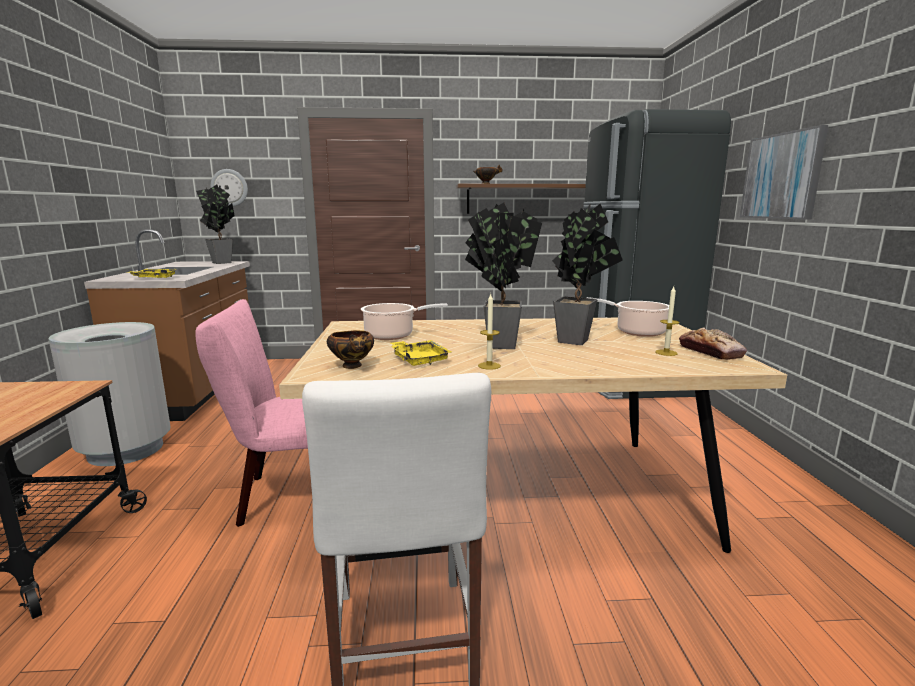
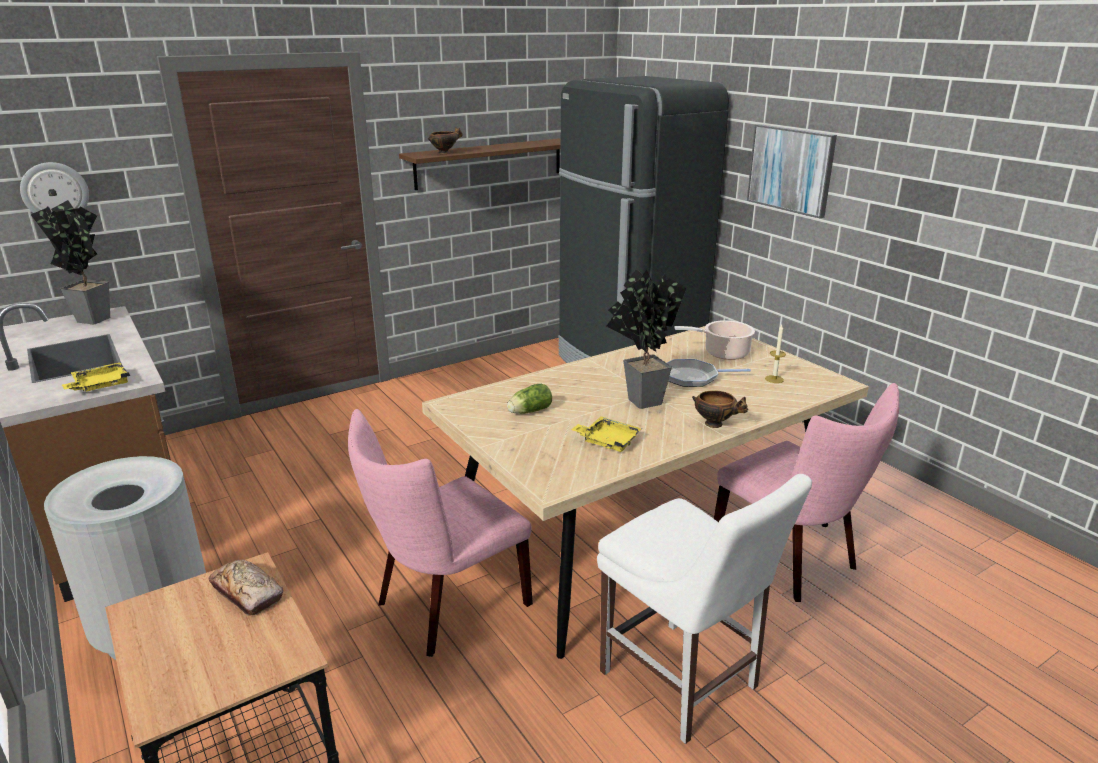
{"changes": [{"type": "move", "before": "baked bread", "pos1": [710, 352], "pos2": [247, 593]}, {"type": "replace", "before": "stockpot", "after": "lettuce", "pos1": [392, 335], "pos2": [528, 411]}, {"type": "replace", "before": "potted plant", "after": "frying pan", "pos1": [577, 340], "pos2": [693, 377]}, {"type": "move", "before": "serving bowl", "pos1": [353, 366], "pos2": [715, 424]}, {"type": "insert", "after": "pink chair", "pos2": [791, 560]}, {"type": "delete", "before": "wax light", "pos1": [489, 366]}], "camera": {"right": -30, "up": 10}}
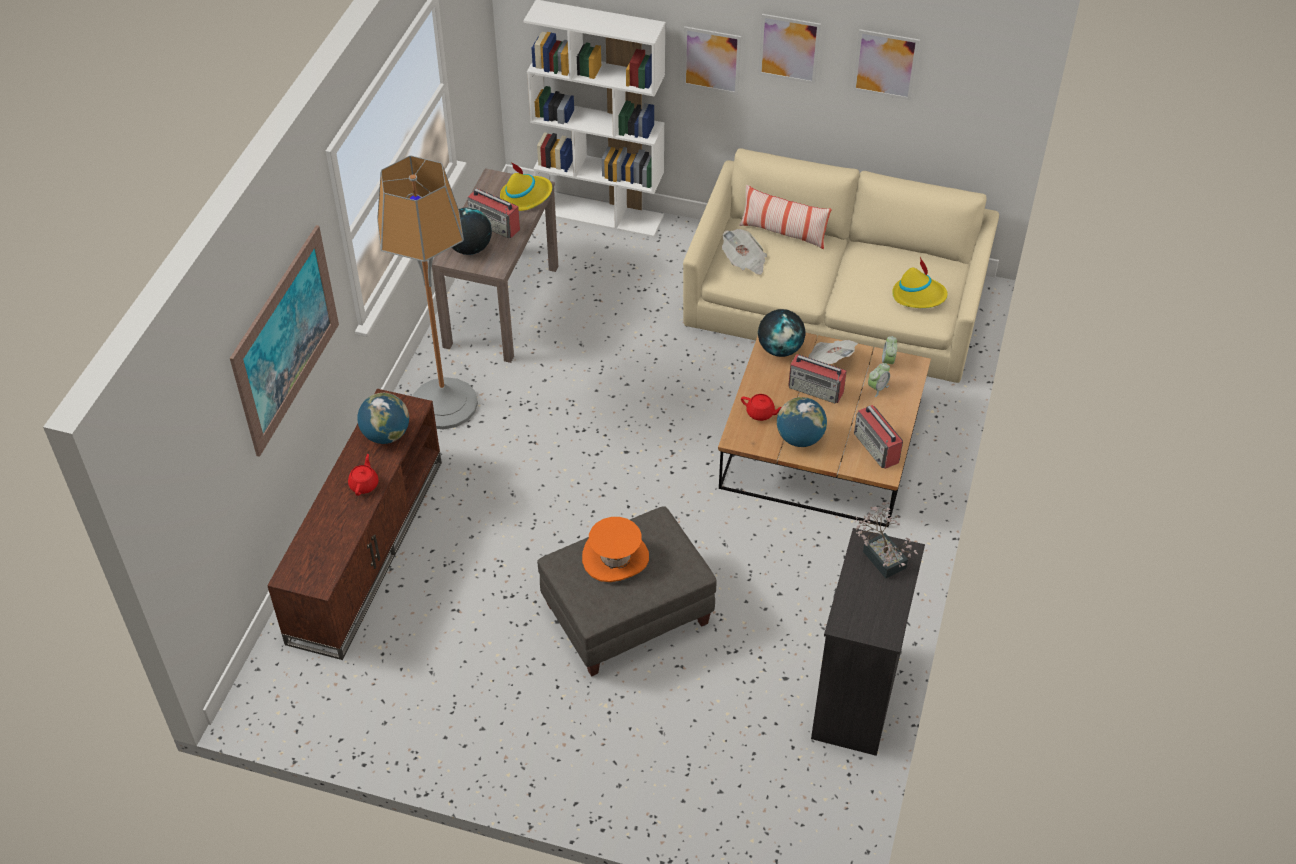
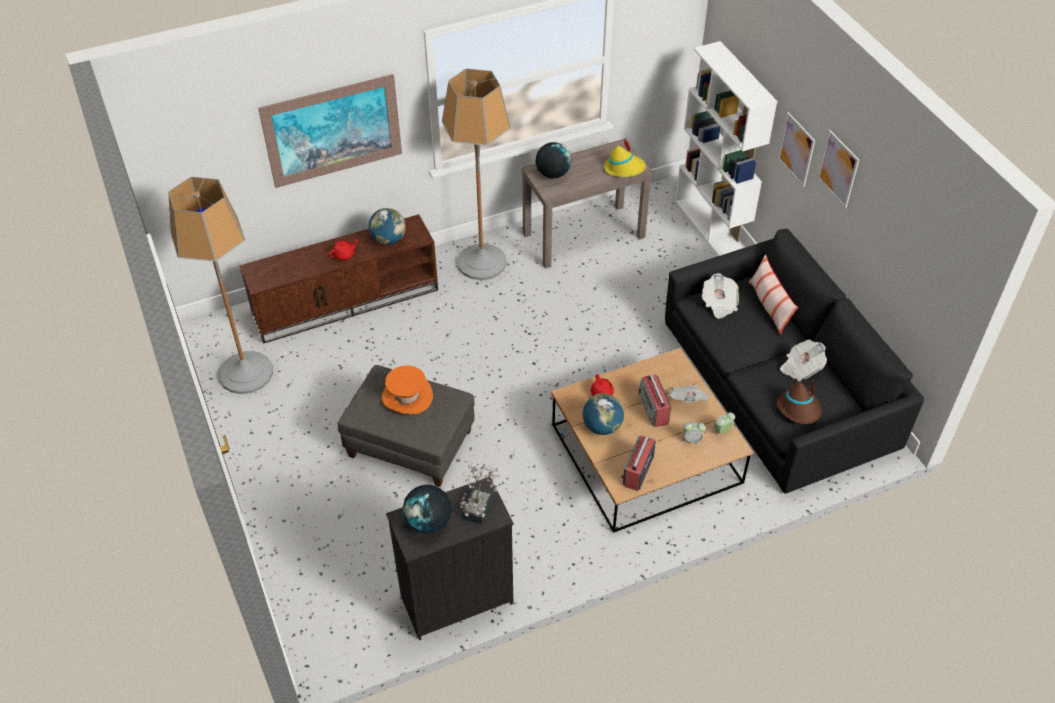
{"changes": [{"type": "insert", "after": "floor lamp", "pos2": [246, 373]}, {"type": "move", "before": "desk globe", "pos1": [780, 349], "pos2": [429, 522]}, {"type": "recolor", "before": "beige-coloured settee", "after": "blackish settee", "pos1": [836, 303], "pos2": [779, 385]}, {"type": "recolor", "before": "yellow clothing hat", "after": "brown clothing hat", "pos1": [919, 295], "pos2": [799, 409]}, {"type": "insert", "after": "newspaper", "pos2": [801, 368]}, {"type": "delete", "before": "radio set", "pos1": [495, 225]}, {"type": "delete", "before": "picture", "pos1": [885, 64]}], "camera": {"right": 50, "up": 0}}
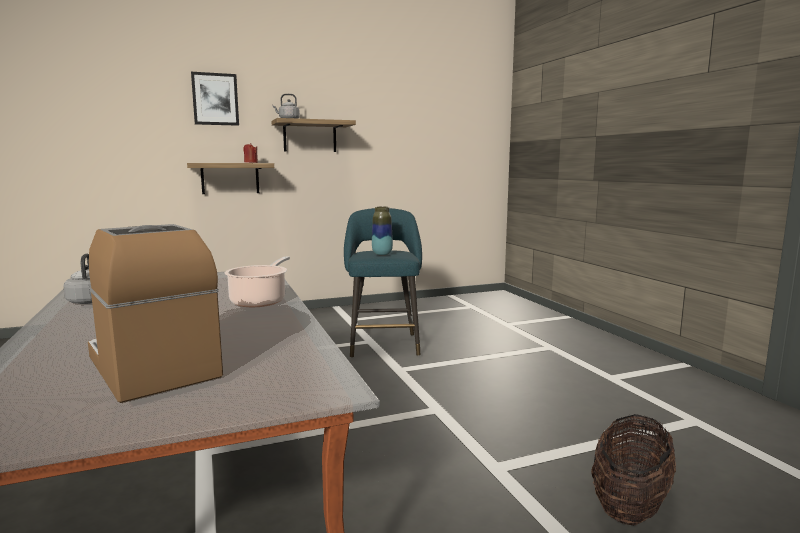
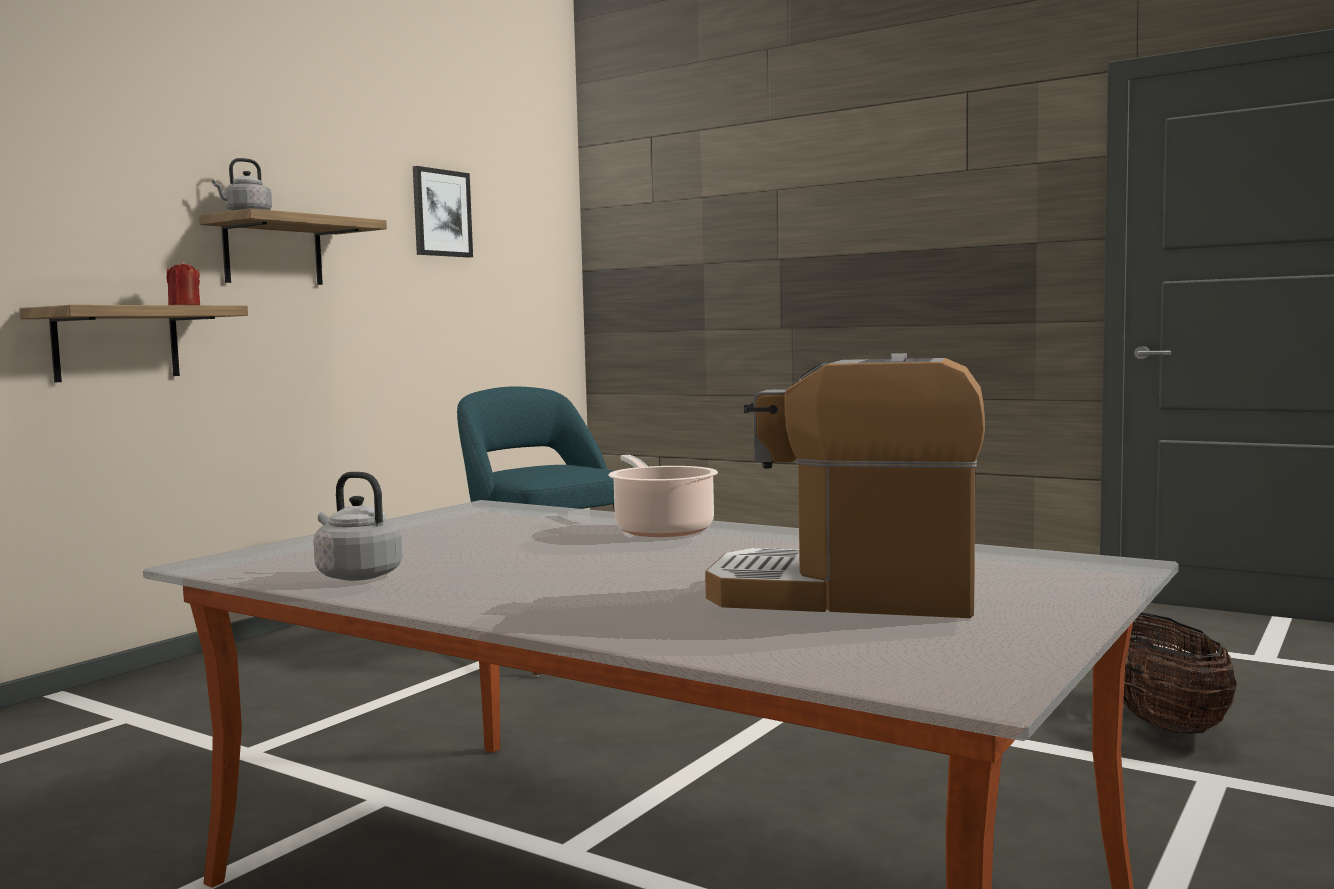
{"changes": [{"type": "move", "before": "picture", "pos1": [215, 99], "pos2": [441, 213]}, {"type": "delete", "before": "decorative vase", "pos1": [382, 254]}], "camera": {"right": -35, "up": -5}}
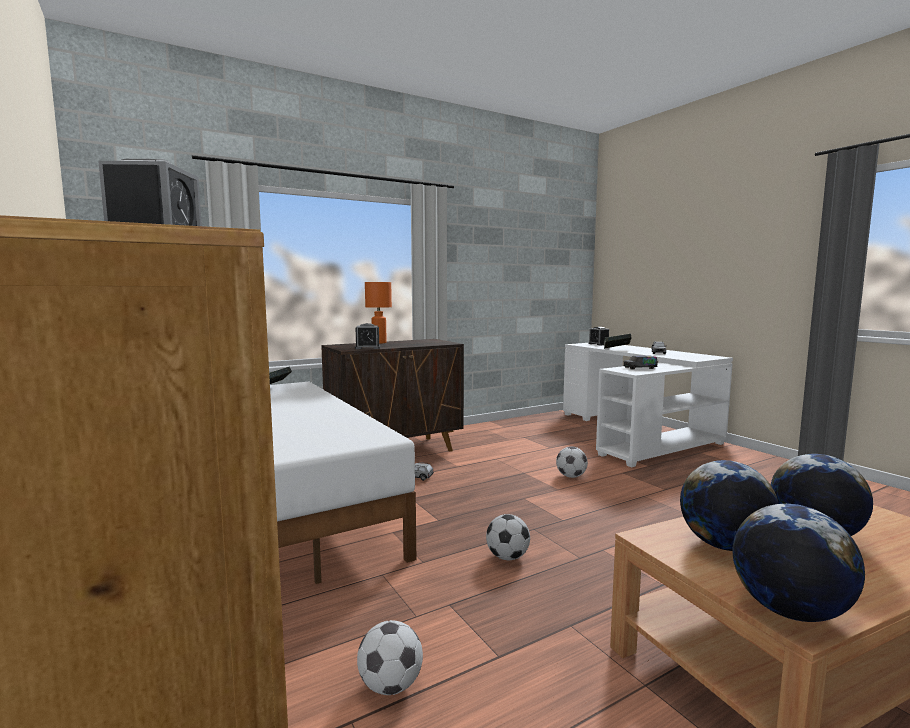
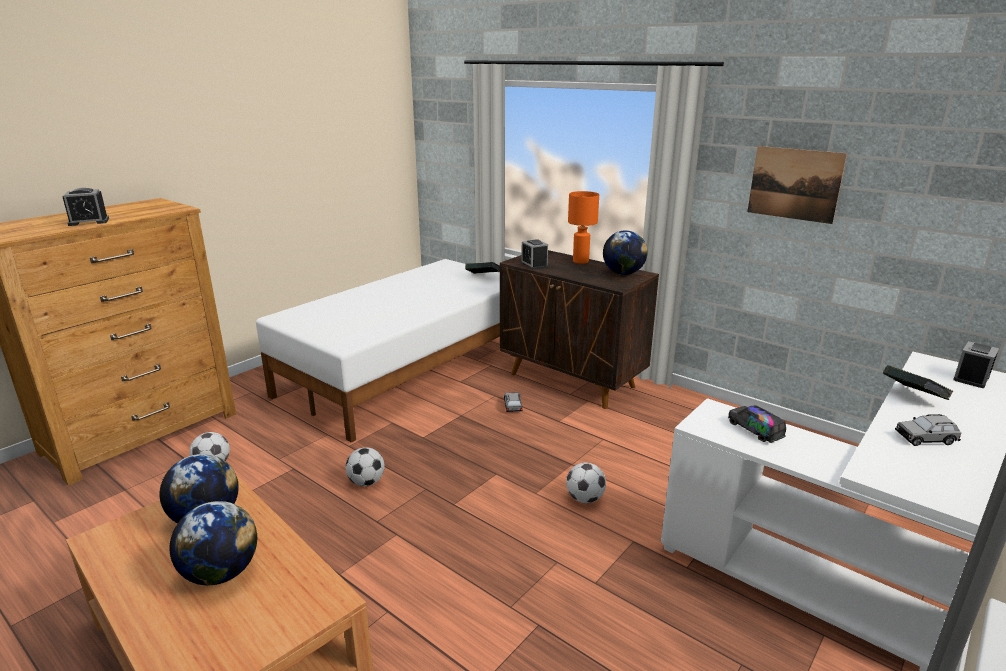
{"changes": [{"type": "move", "before": "desk globe", "pos1": [789, 611], "pos2": [623, 273]}, {"type": "insert", "after": "picture", "pos2": [794, 184]}], "camera": {"right": 70, "up": 15}}
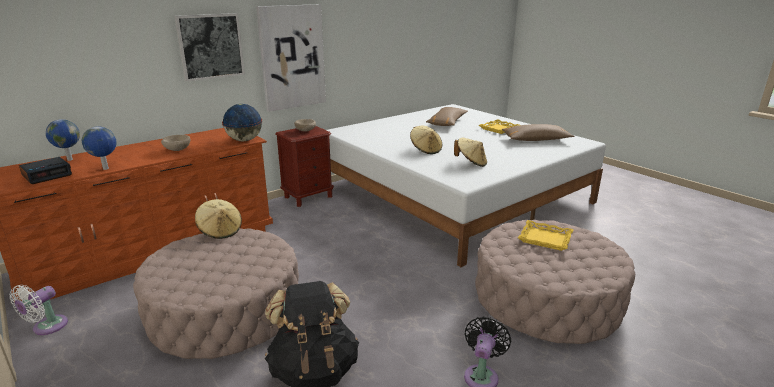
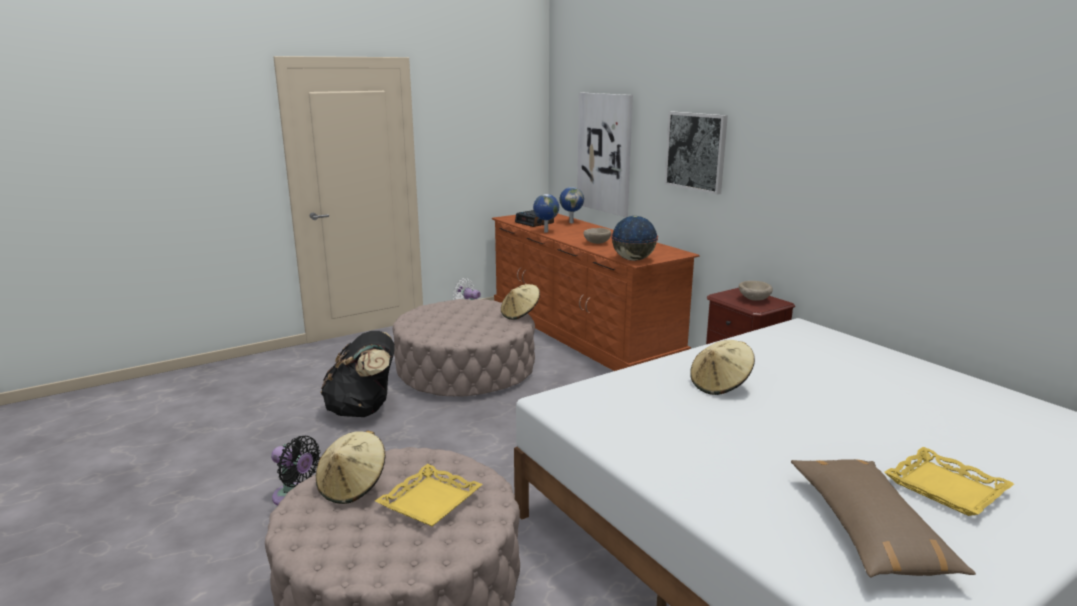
{"changes": [{"type": "move", "before": "beige-coloured clothing hat", "pos1": [471, 163], "pos2": [353, 486]}, {"type": "move", "before": "picture", "pos1": [292, 57], "pos2": [605, 153]}, {"type": "delete", "before": "brown pillow", "pos1": [447, 122]}], "camera": {"right": 95, "up": -5}}
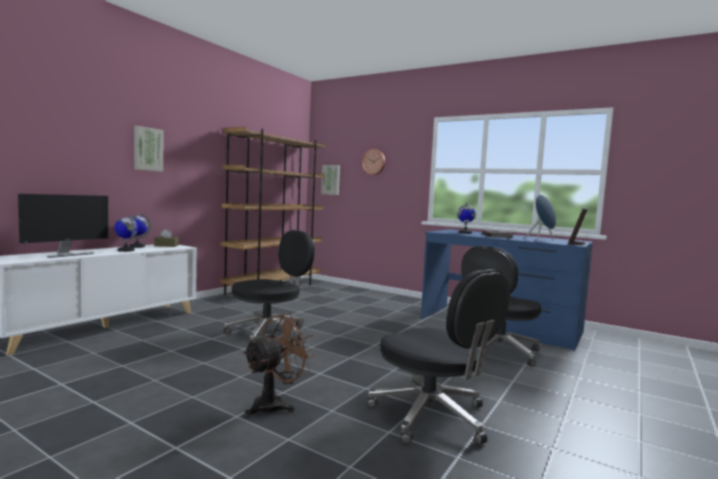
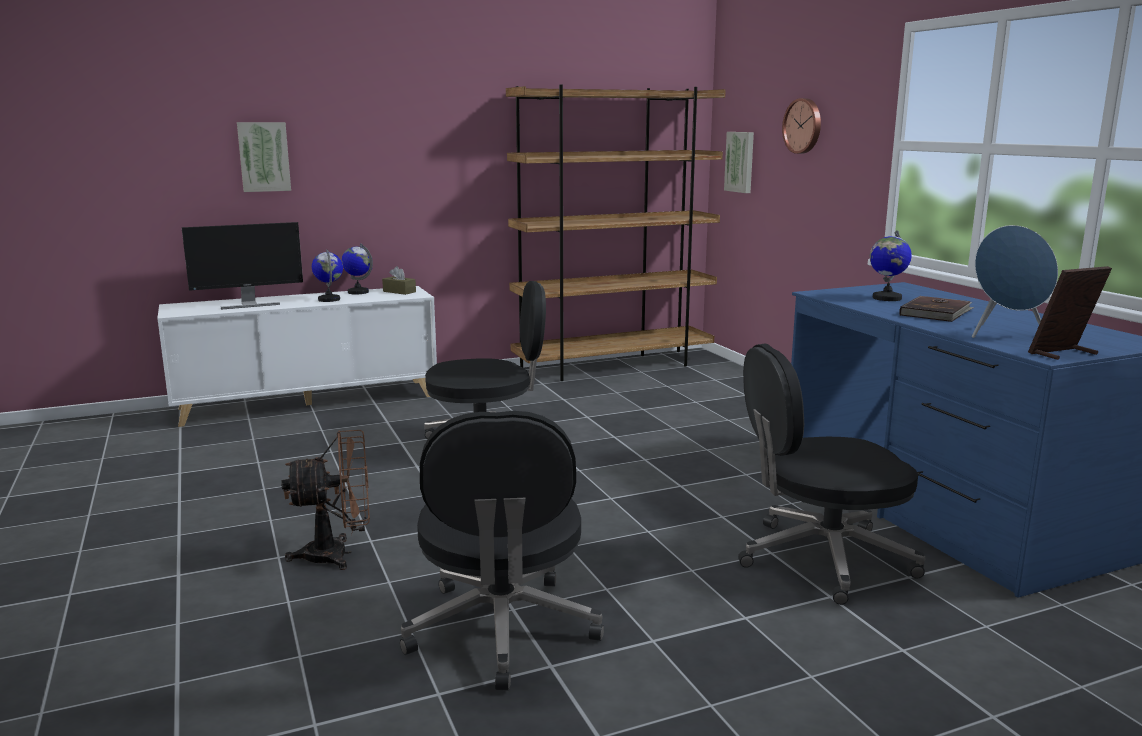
{"changes": [{"type": "move", "before": "picture", "pos1": [147, 149], "pos2": [264, 156]}], "camera": {"right": 35, "up": 10}}
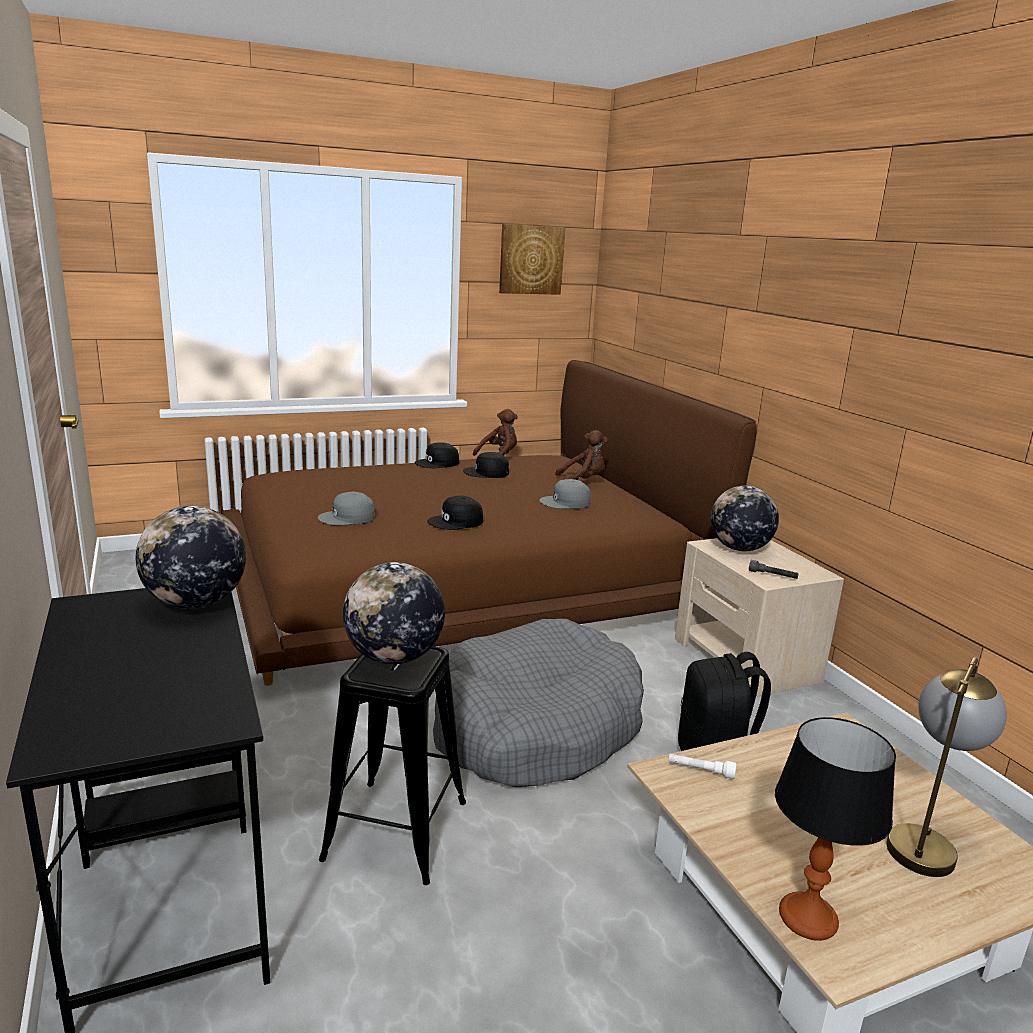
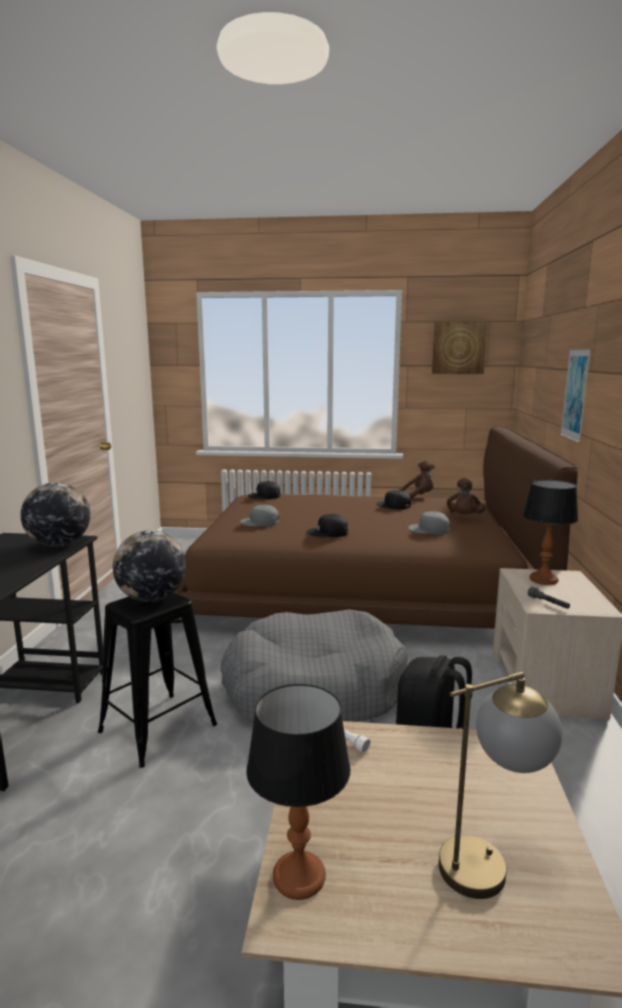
{"changes": [{"type": "move", "before": "blackish peaked cap", "pos1": [437, 463], "pos2": [264, 496]}, {"type": "rotate", "before": "brown cuddly toy", "pos1": [583, 481], "pos2": [464, 518], "turn": 90}, {"type": "replace", "before": "desk globe", "after": "table lamp", "pos1": [739, 549], "pos2": [543, 579]}, {"type": "insert", "after": "picture", "pos2": [575, 394]}], "camera": {"right": 30, "up": -5}}
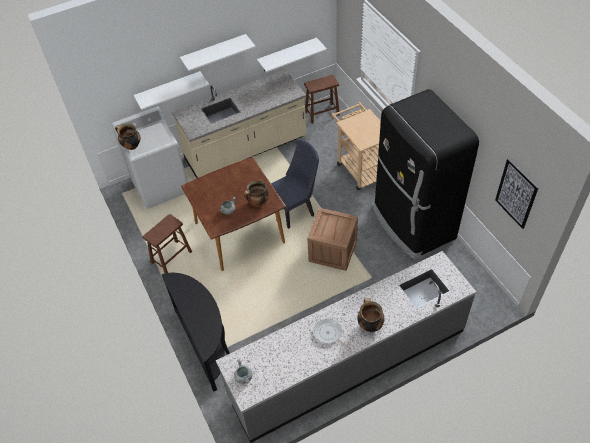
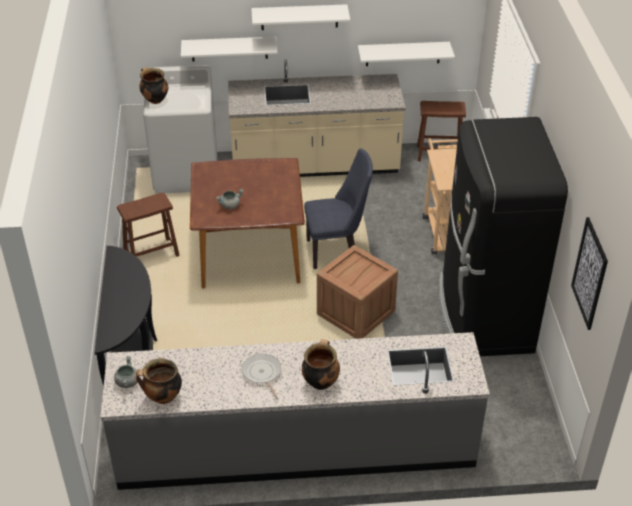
{"changes": [{"type": "move", "before": "stockpot", "pos1": [258, 203], "pos2": [162, 397]}], "camera": {"right": 20, "up": -10}}
